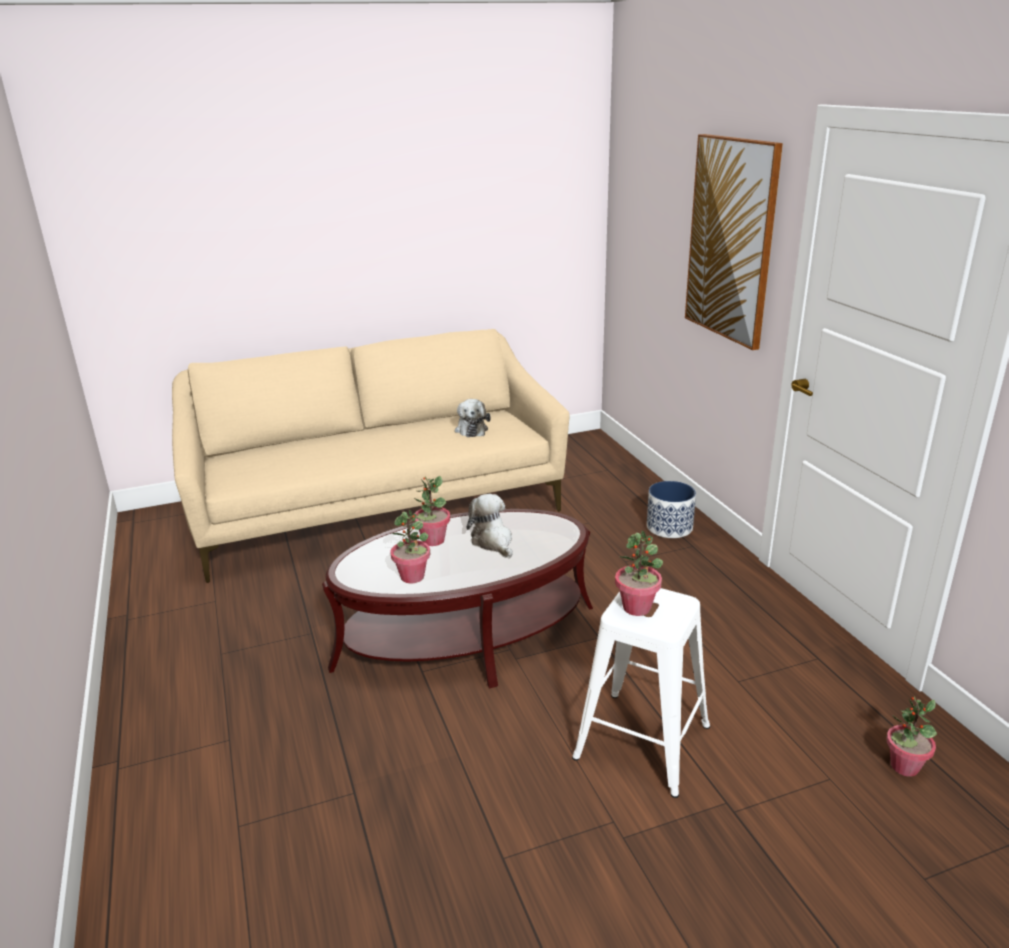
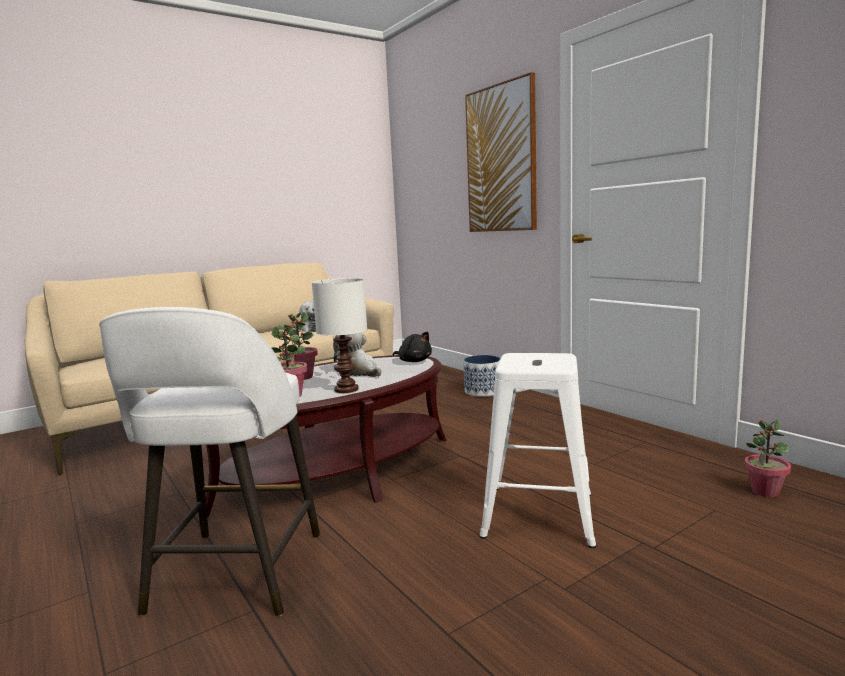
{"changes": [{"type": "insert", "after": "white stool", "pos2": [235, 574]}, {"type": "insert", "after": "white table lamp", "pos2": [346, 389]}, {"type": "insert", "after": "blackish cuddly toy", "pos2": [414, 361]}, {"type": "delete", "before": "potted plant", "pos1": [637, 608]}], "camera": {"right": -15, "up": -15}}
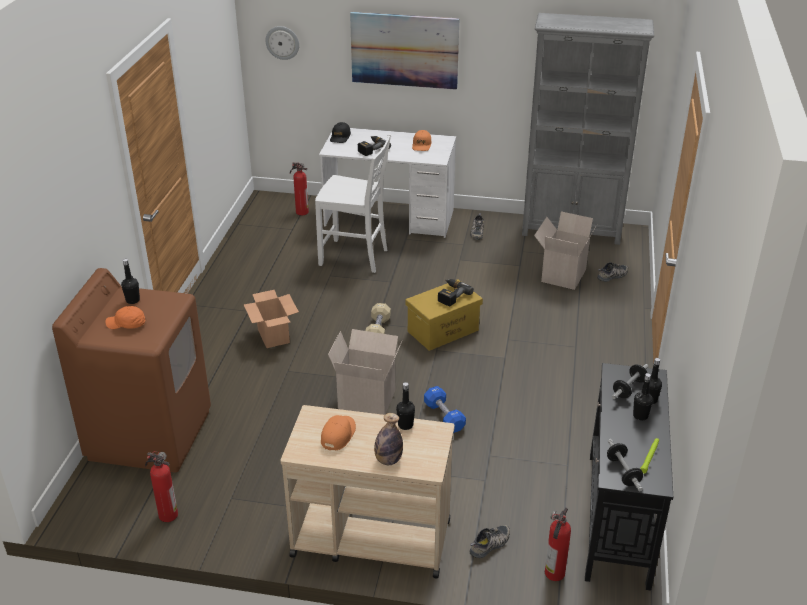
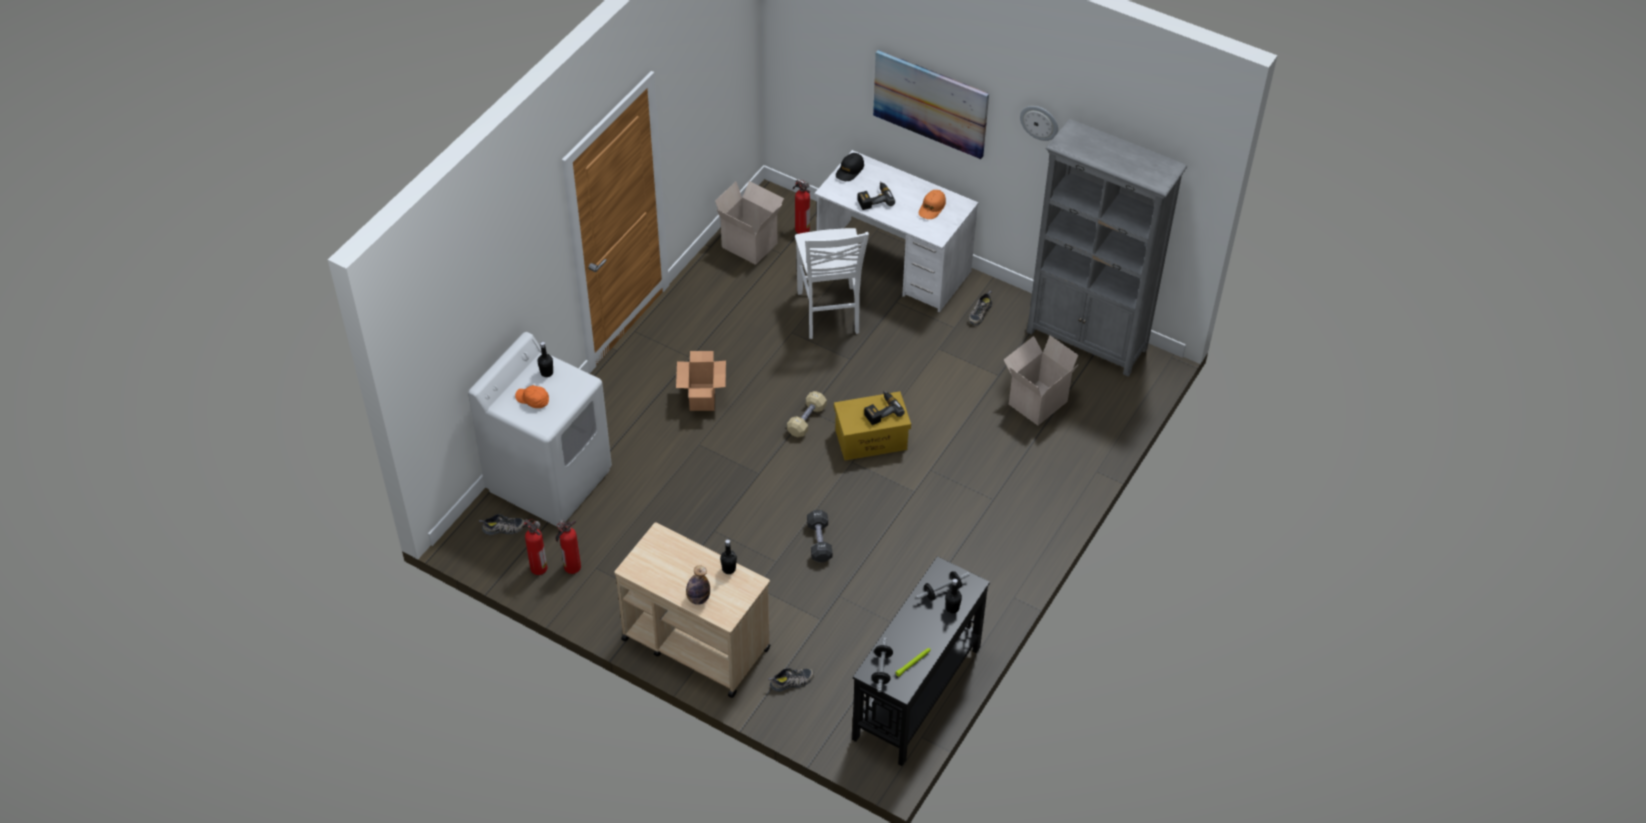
{"changes": [{"type": "recolor", "before": "brown laundry appliance", "after": "white laundry appliance", "pos1": [150, 434], "pos2": [550, 479]}, {"type": "move", "before": "item of footwear", "pos1": [612, 276], "pos2": [503, 528]}, {"type": "move", "before": "fire extinguisher", "pos1": [554, 574], "pos2": [571, 567]}, {"type": "move", "before": "cardboard box", "pos1": [368, 399], "pos2": [751, 244]}, {"type": "rotate", "before": "white chair", "pos1": [355, 257], "pos2": [829, 314], "turn": 45}, {"type": "recolor", "before": "blue-coloured hand weight", "after": "blackish hand weight", "pos1": [444, 417], "pos2": [819, 542]}, {"type": "move", "before": "hanging clock", "pos1": [282, 42], "pos2": [1039, 122]}, {"type": "delete", "before": "orange peaked cap", "pos1": [338, 435]}, {"type": "delete", "before": "blackish drink bottle", "pos1": [640, 416]}], "camera": {"right": 20, "up": 15}}
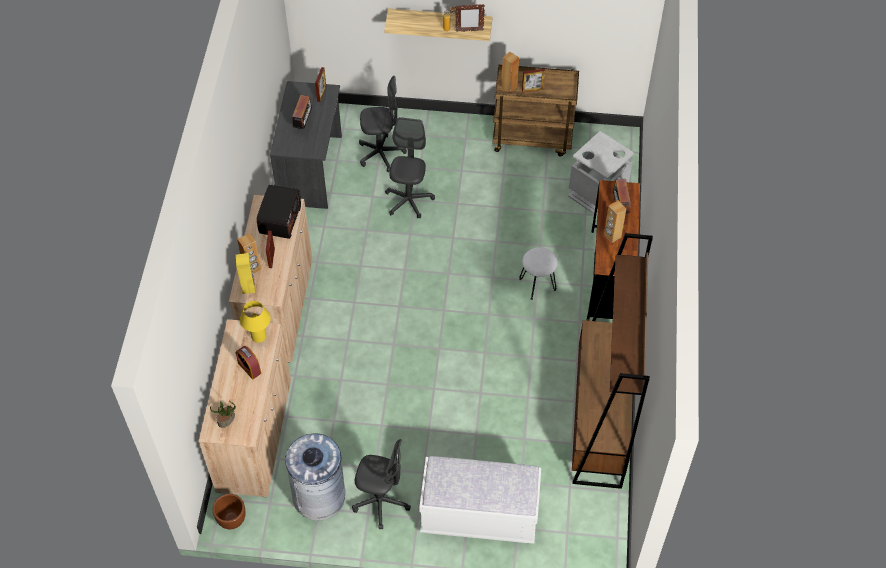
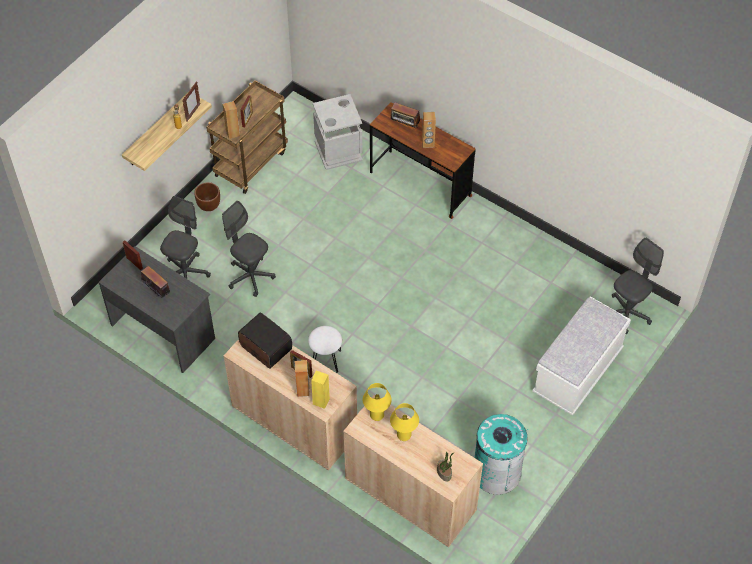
{"changes": [{"type": "move", "before": "brown flower pot", "pos1": [231, 520], "pos2": [209, 206]}, {"type": "move", "before": "white stool", "pos1": [537, 284], "pos2": [325, 360]}, {"type": "replace", "before": "table clock", "after": "yellow table lamp", "pos1": [249, 368], "pos2": [404, 435]}, {"type": "recolor", "before": "greyish rubbish bin", "after": "turquoise-coloured rubbish bin", "pos1": [319, 496], "pos2": [496, 472]}, {"type": "move", "before": "greyish office chair", "pos1": [381, 502], "pos2": [627, 313]}, {"type": "delete", "before": "brown bookcase", "pos1": [599, 419]}], "camera": {"right": -60, "up": 0}}
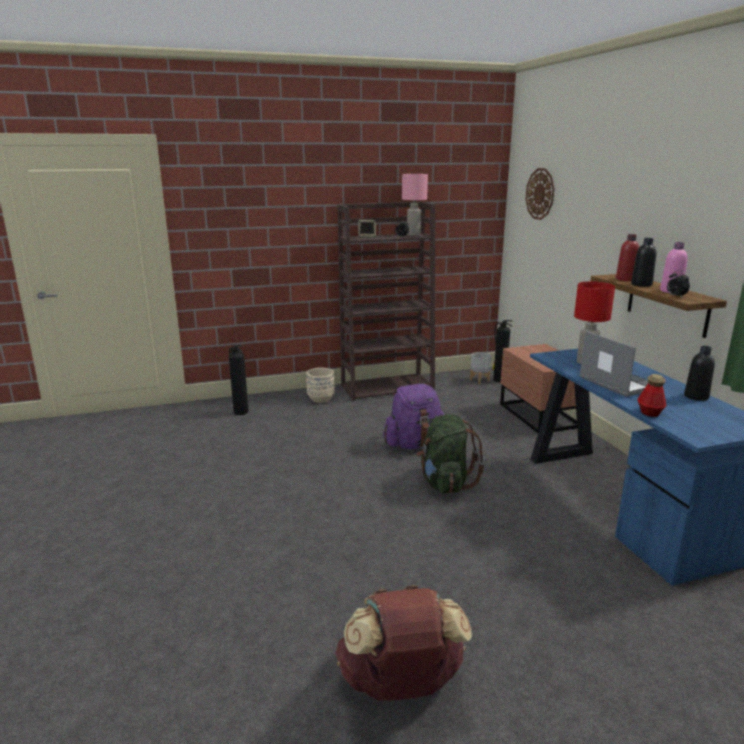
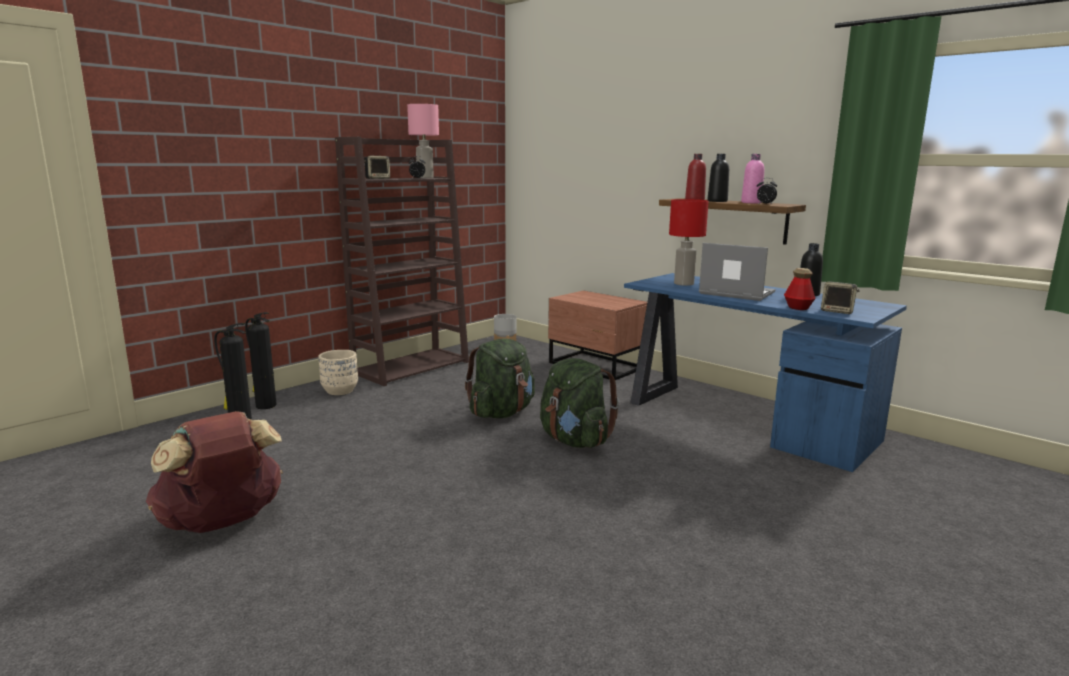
{"changes": [{"type": "move", "before": "brown rucksack", "pos1": [400, 685], "pos2": [223, 523]}, {"type": "move", "before": "fire extinguisher", "pos1": [499, 380], "pos2": [265, 405]}, {"type": "recolor", "before": "purplish rucksack", "after": "greenish rucksack", "pos1": [414, 444], "pos2": [501, 413]}, {"type": "insert", "after": "loudspeaker", "pos2": [838, 311]}, {"type": "delete", "before": "hanging clock", "pos1": [540, 194]}], "camera": {"right": -30, "up": -5}}
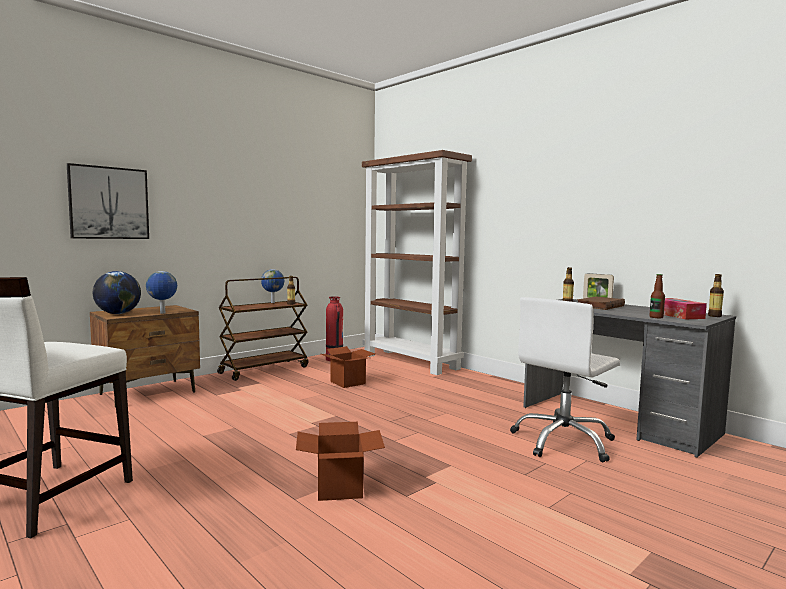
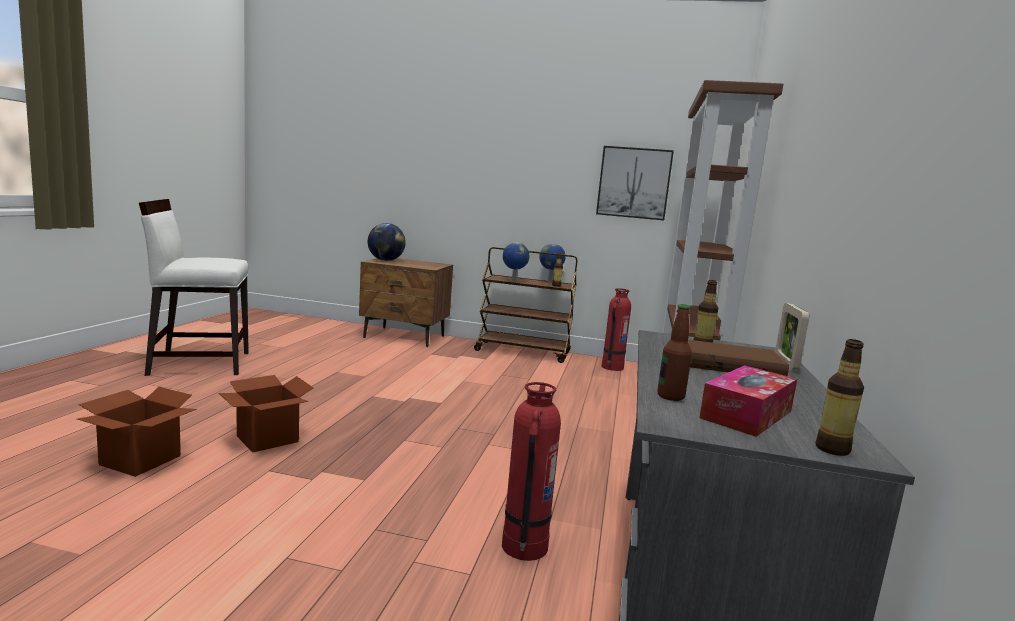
{"changes": [{"type": "move", "before": "cardboard box", "pos1": [347, 382], "pos2": [140, 460]}, {"type": "replace", "before": "white office chair", "after": "fire extinguisher", "pos1": [563, 442], "pos2": [523, 546]}, {"type": "move", "before": "desk globe", "pos1": [162, 313], "pos2": [513, 281]}, {"type": "move", "before": "picture", "pos1": [109, 203], "pos2": [634, 183]}], "camera": {"right": 55, "up": 5}}
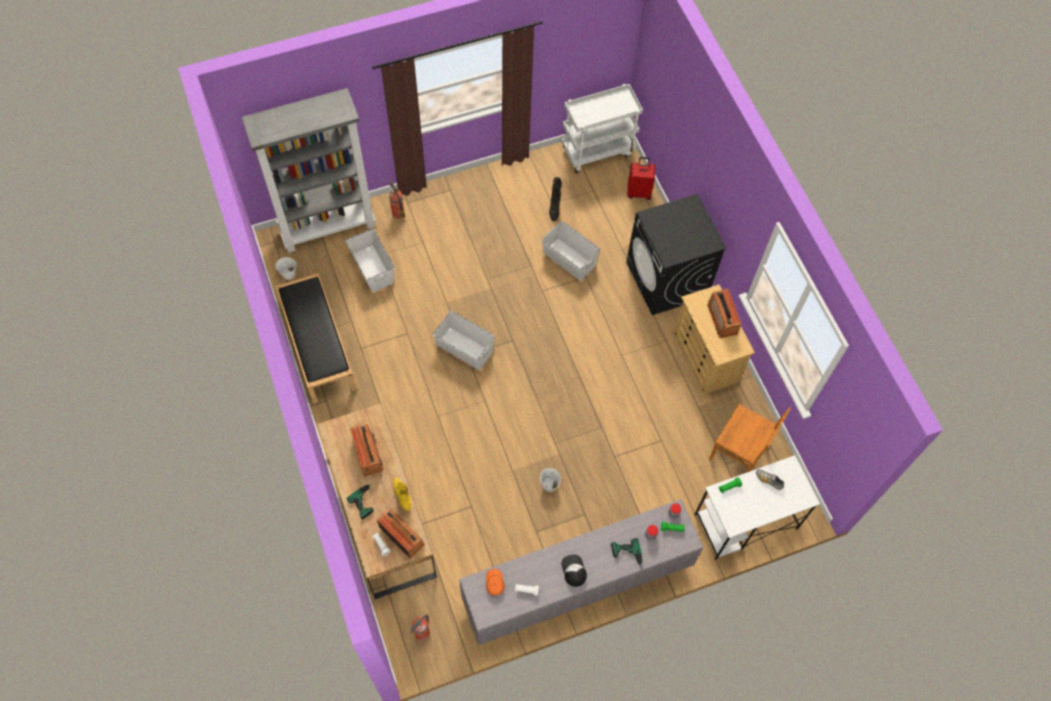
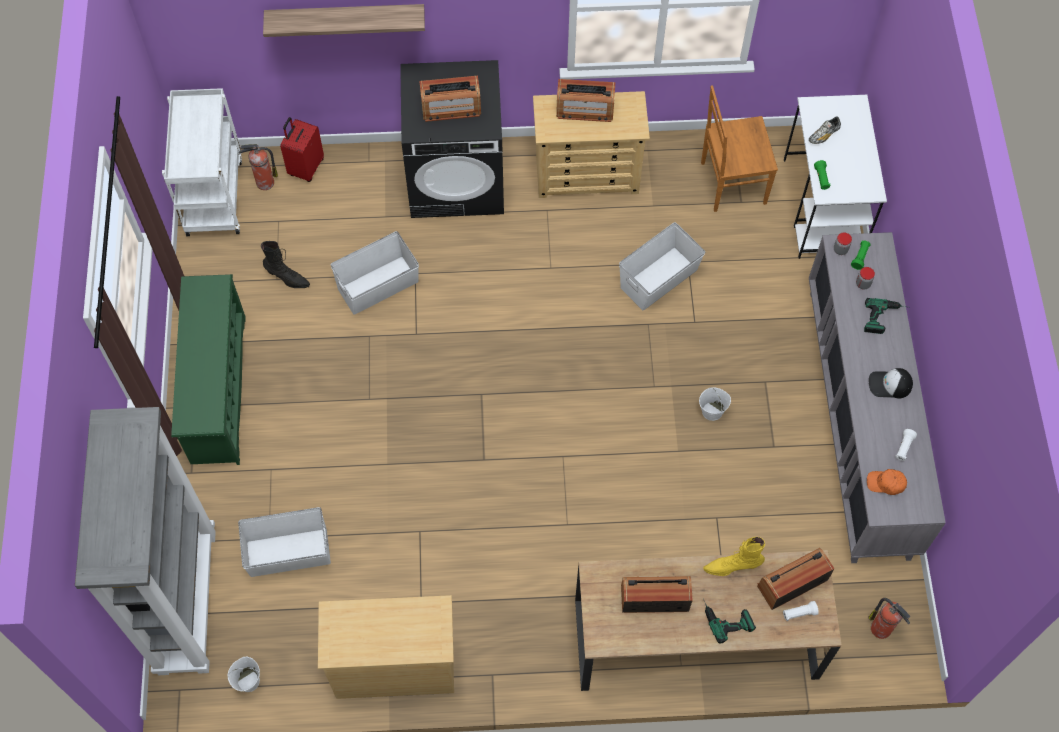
{"changes": [{"type": "insert", "after": "greenish shoe stand", "pos2": [217, 389]}, {"type": "move", "before": "fire extinguisher", "pos1": [397, 213], "pos2": [264, 183]}, {"type": "insert", "after": "wall shelf", "pos2": [345, 18]}, {"type": "replace", "before": "blackish long seat", "after": "beige-coloured dresser", "pos1": [317, 345], "pos2": [394, 665]}, {"type": "insert", "after": "radio set", "pos2": [451, 107]}, {"type": "move", "before": "white storage bin", "pos1": [464, 349], "pos2": [659, 278]}, {"type": "rotate", "before": "brown chair", "pos1": [738, 453], "pos2": [731, 183], "turn": -150}], "camera": {"right": -70, "up": 0}}
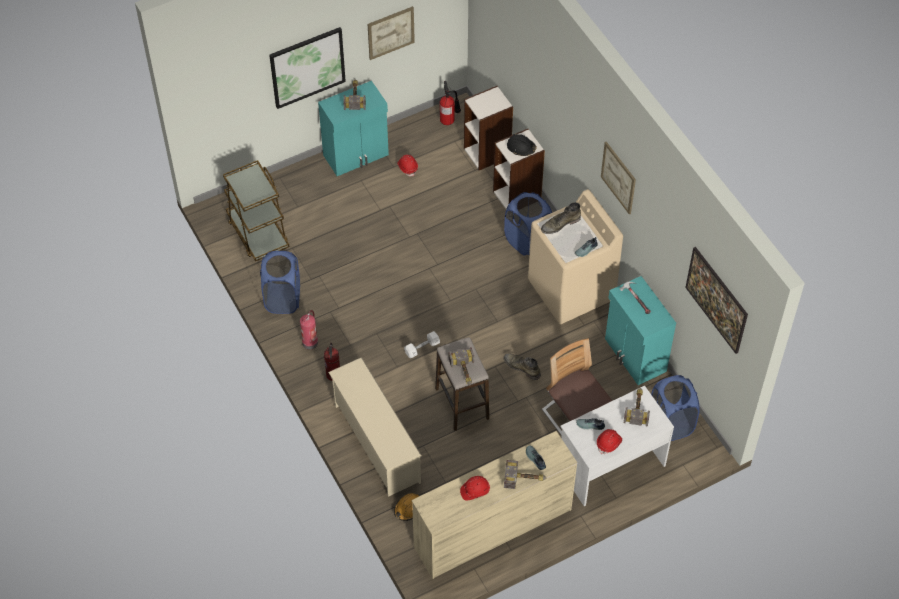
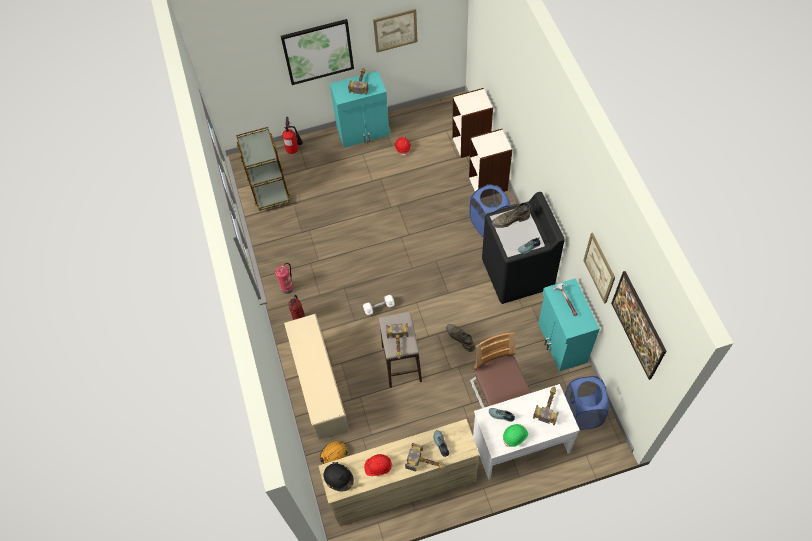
{"changes": [{"type": "move", "before": "fire extinguisher", "pos1": [449, 120], "pos2": [294, 149]}, {"type": "move", "before": "blackish safety helmet", "pos1": [521, 148], "pos2": [338, 478]}, {"type": "recolor", "before": "beige-coloured laundry appliance", "after": "blackish laundry appliance", "pos1": [571, 290], "pos2": [517, 274]}, {"type": "recolor", "before": "reddish safety helmet", "after": "greenish safety helmet", "pos1": [609, 443], "pos2": [515, 436]}, {"type": "move", "before": "picture", "pos1": [618, 177], "pos2": [599, 268]}, {"type": "delete", "before": "blue-coloured laundry basket", "pos1": [283, 299]}], "camera": {"right": 15, "up": 5}}
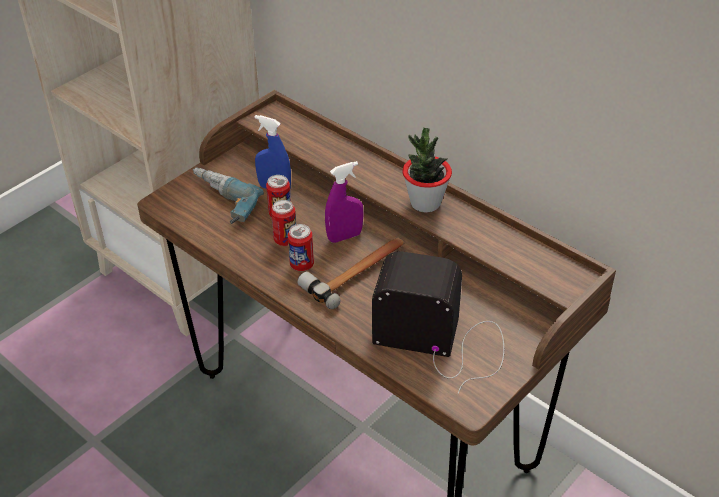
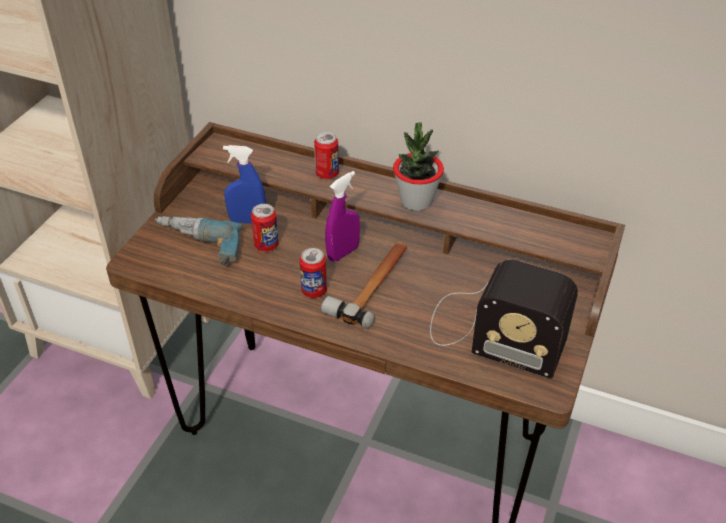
{"changes": [{"type": "move", "before": "can", "pos1": [285, 240], "pos2": [327, 174]}, {"type": "rotate", "before": "radio set", "pos1": [443, 341], "pos2": [491, 332], "turn": -150}], "camera": {"right": -20, "up": 0}}
